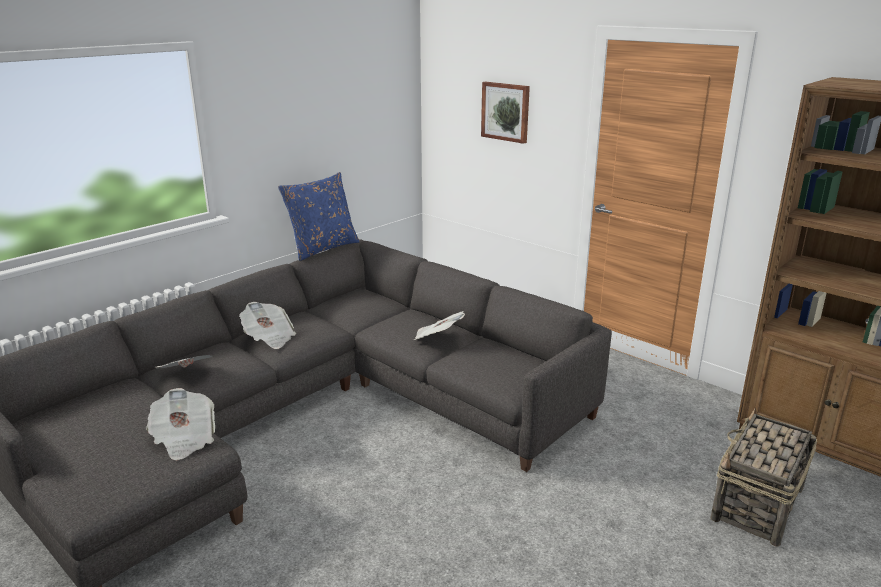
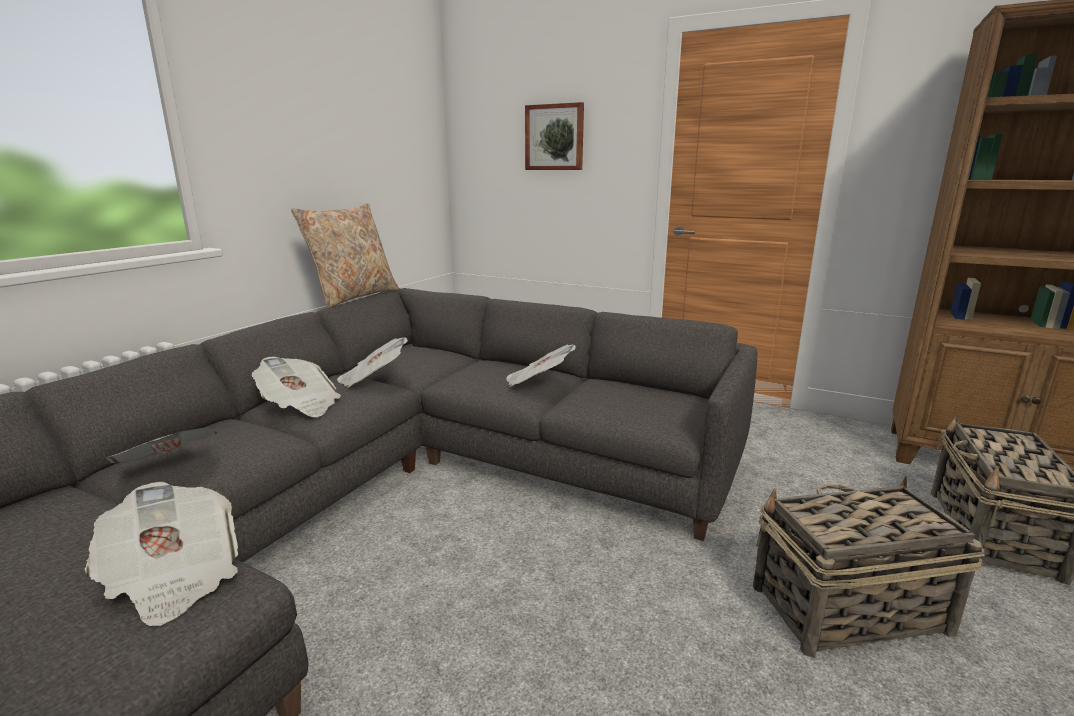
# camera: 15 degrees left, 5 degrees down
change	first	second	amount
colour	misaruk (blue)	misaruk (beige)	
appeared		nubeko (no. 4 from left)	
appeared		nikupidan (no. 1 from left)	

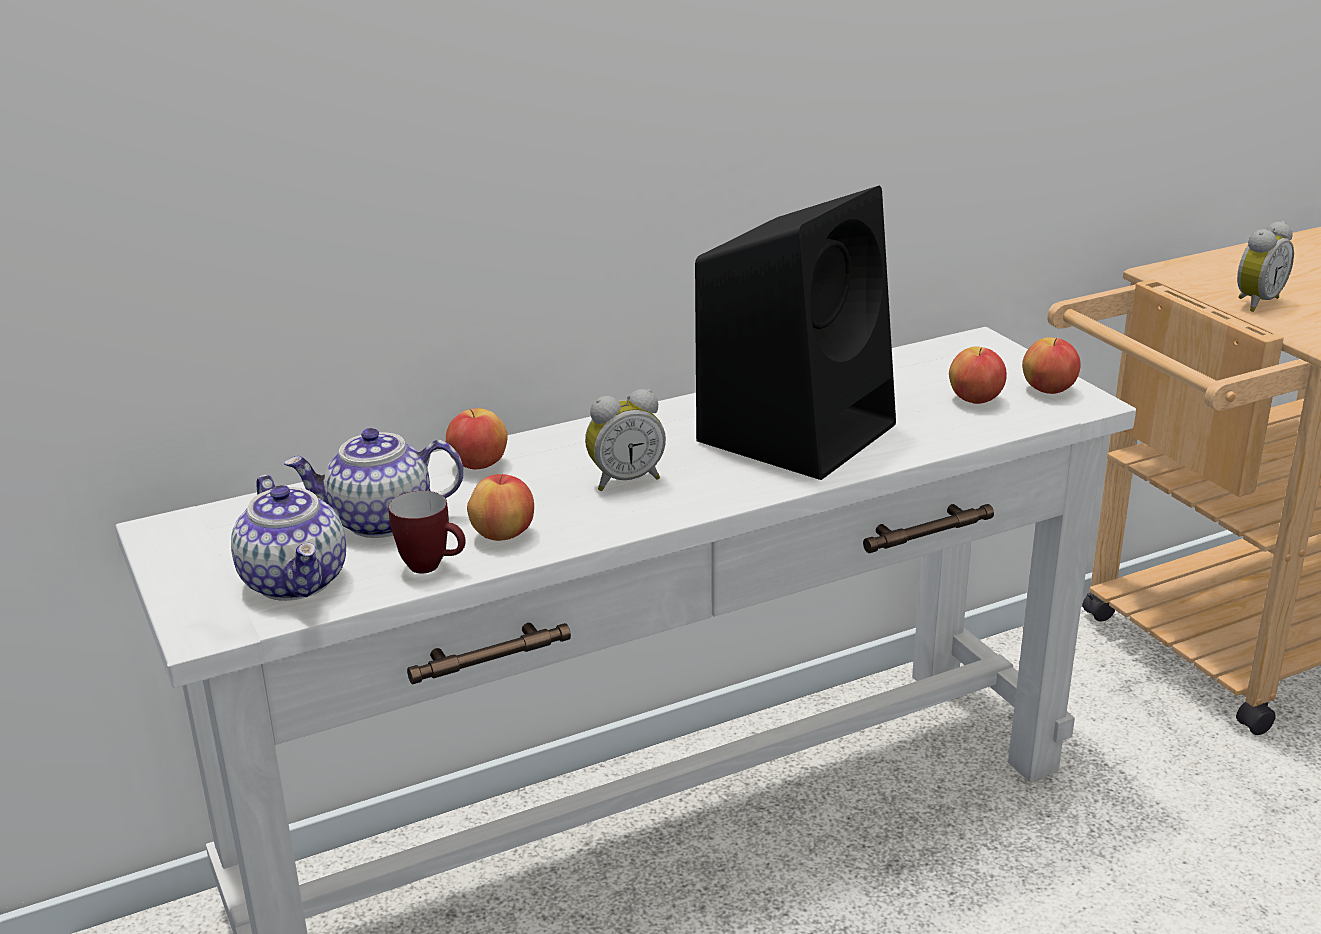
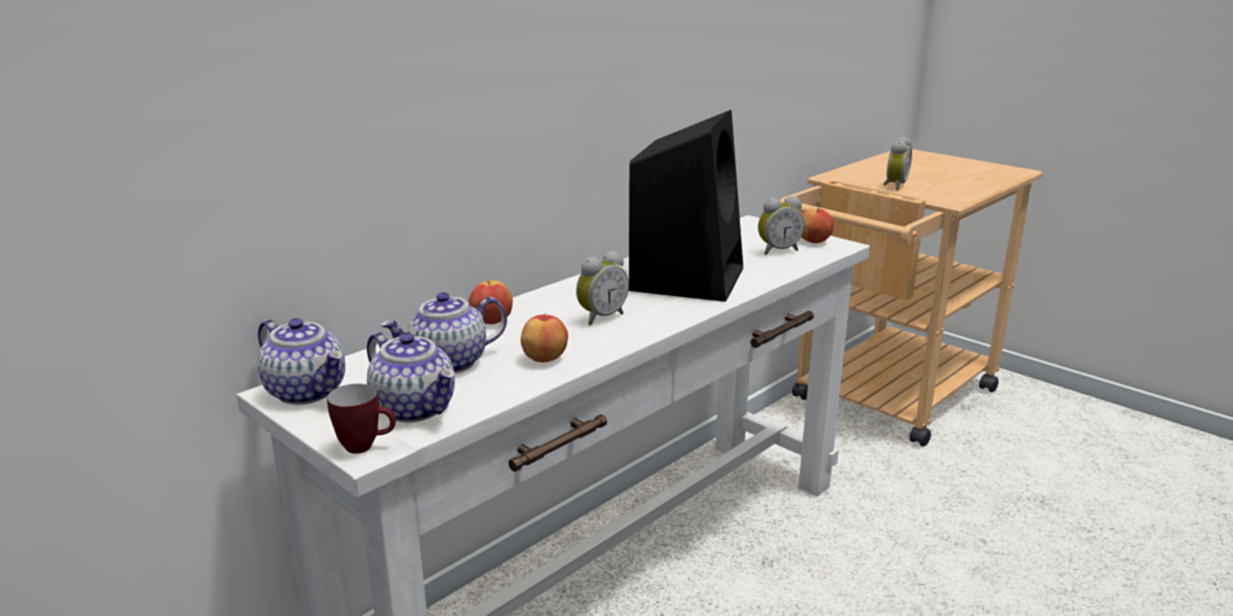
# camera: 20 degrees left, 5 degrees down
change	first	second	amount
relocated	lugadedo		
exchanged	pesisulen (no. 3 from left)	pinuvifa (no. 2 from left)	
appeared		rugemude (no. 1 from left)	

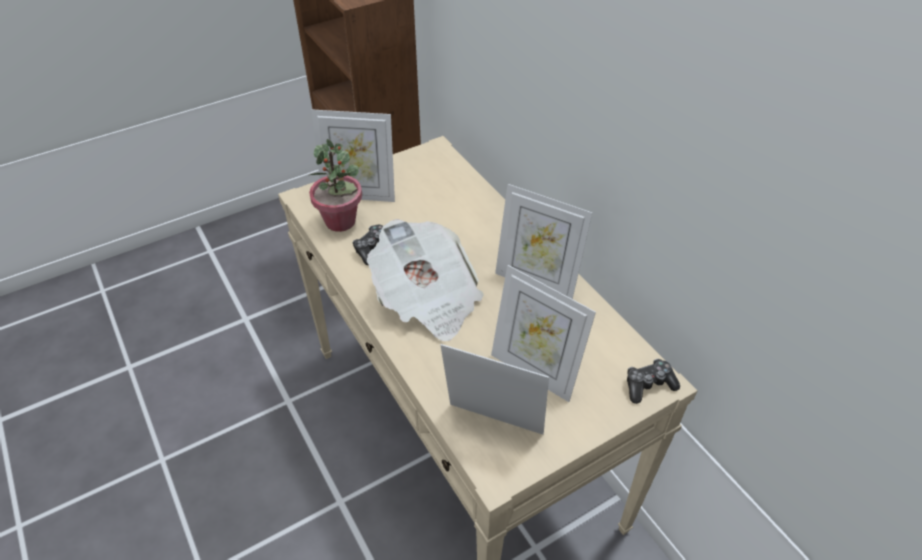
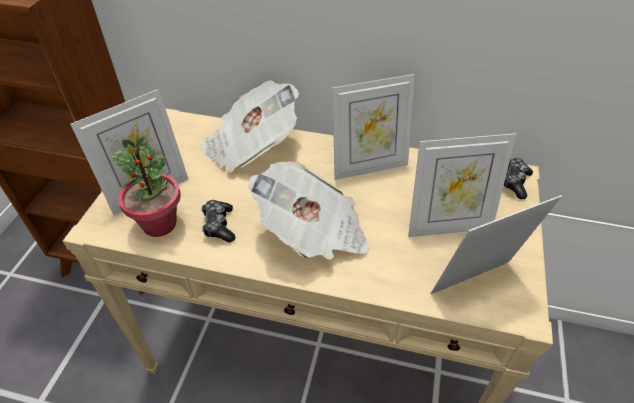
# camera: 45 degrees left, 0 degrees up
change	first	second	amount
appeared		nubeko (no. 1 from left)	

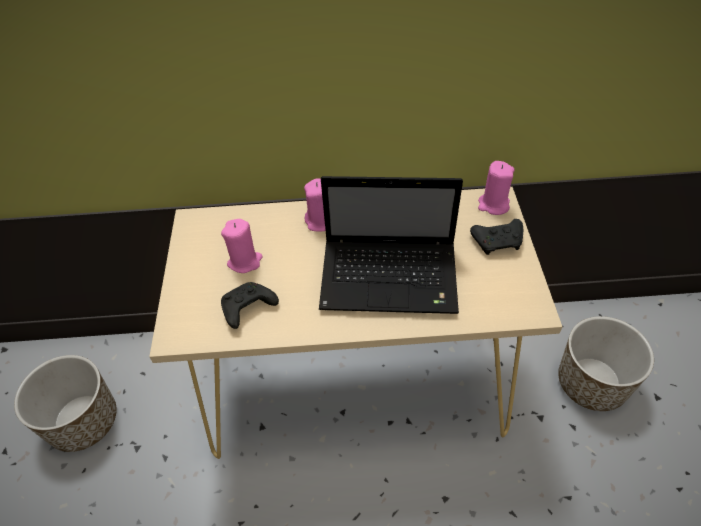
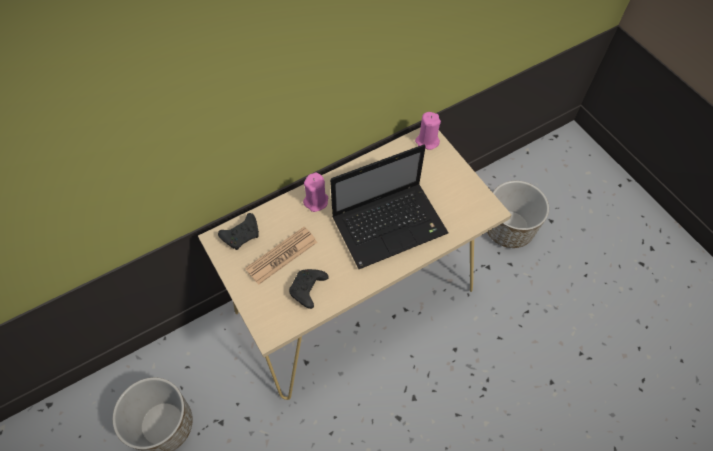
# camera: 30 degrees left, 10 degrees up
change	first	second	amount
exchanged	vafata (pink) (no. 1 from left)	nubeko	
relocated	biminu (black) (no. 2 from left in the first image)	biminu (black) (no. 1 from left)	

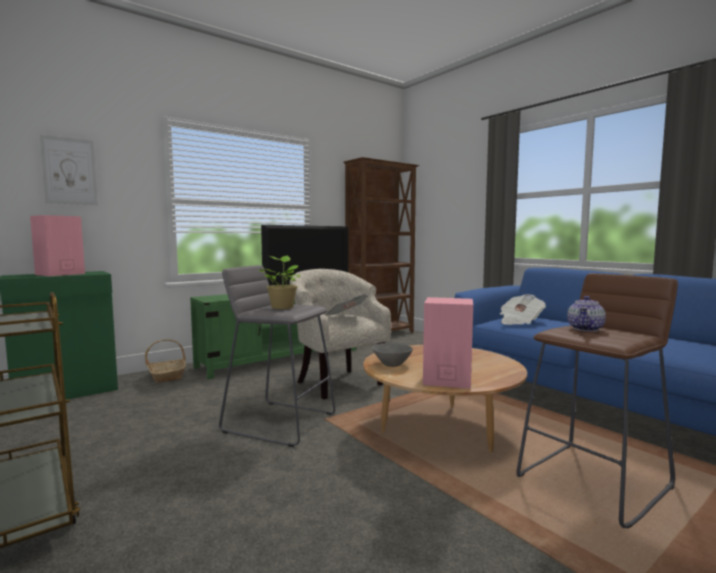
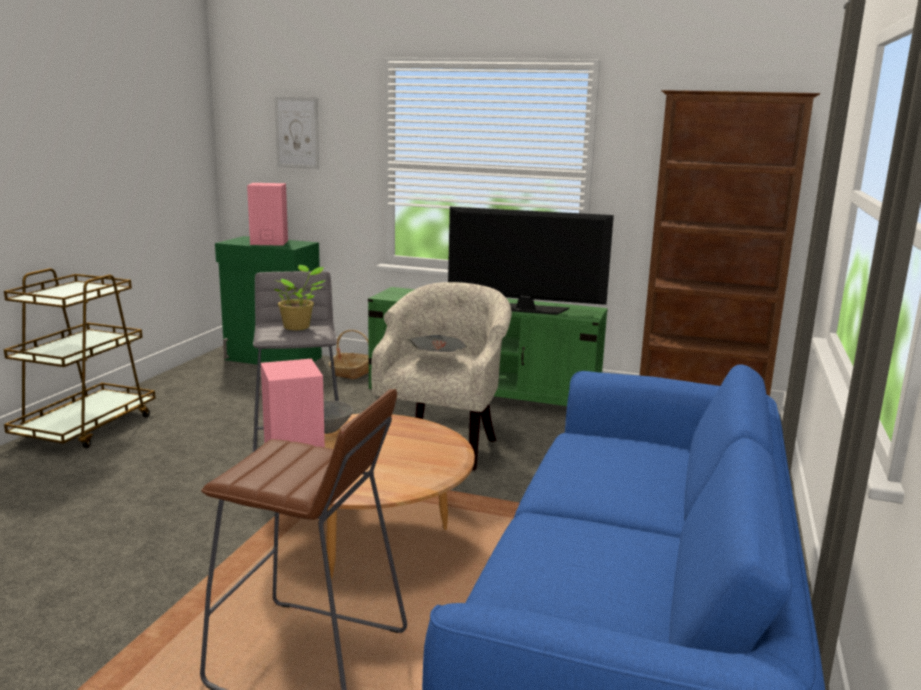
# camera: 55 degrees right, 10 degrees up
change	first	second	amount
missing	nubeko (no. 2 from left)		
missing	rugemude		

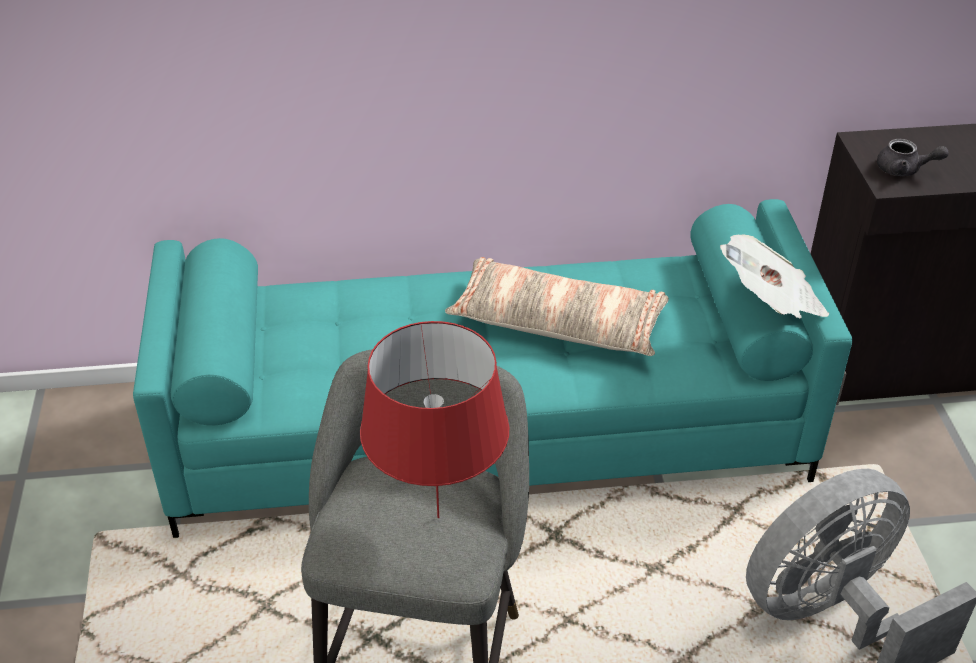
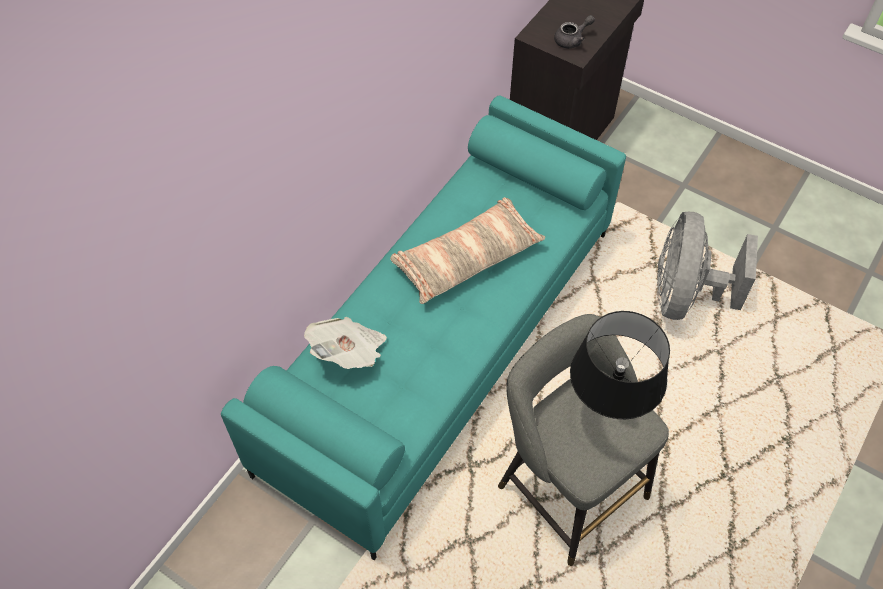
# camera: 50 degrees left, 15 degrees up
change	first	second	amount
colour	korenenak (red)	korenenak (black)	
relocated	nubeko		

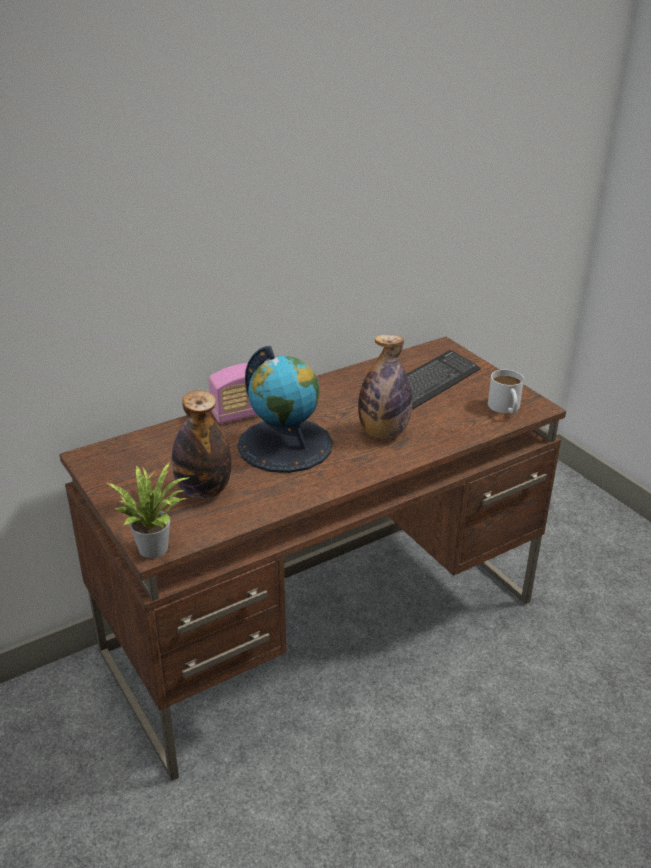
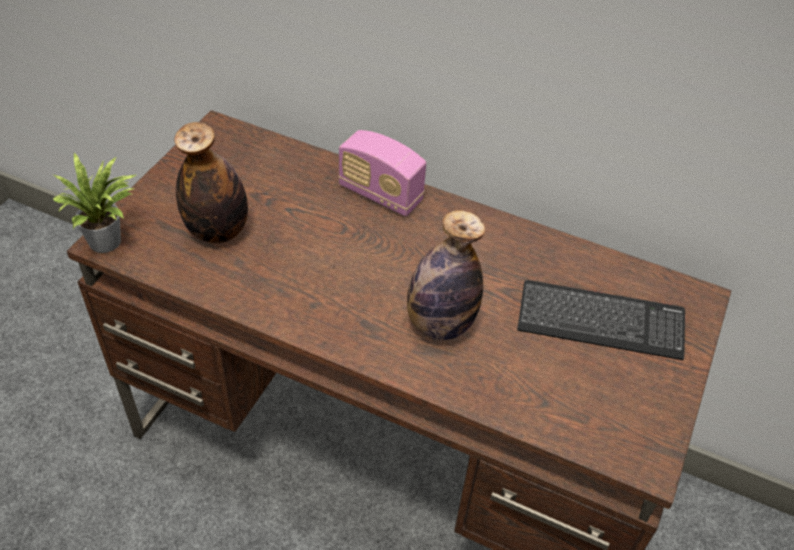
# camera: 55 degrees right, 15 degrees up
change	first	second	amount
missing	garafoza		
missing	lugadedo (white)		

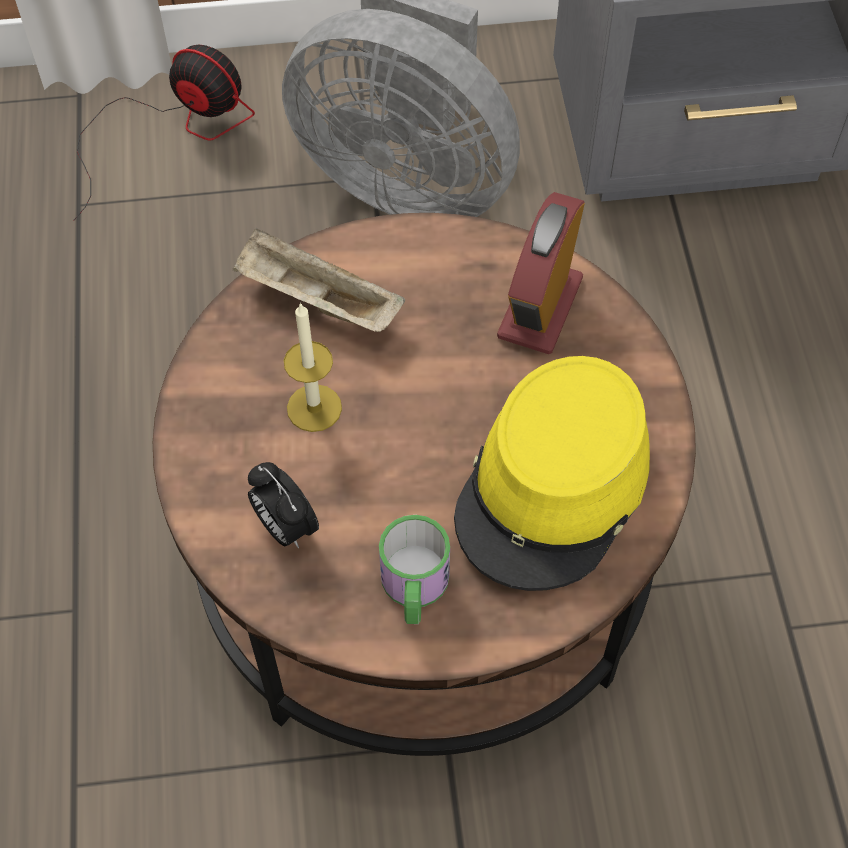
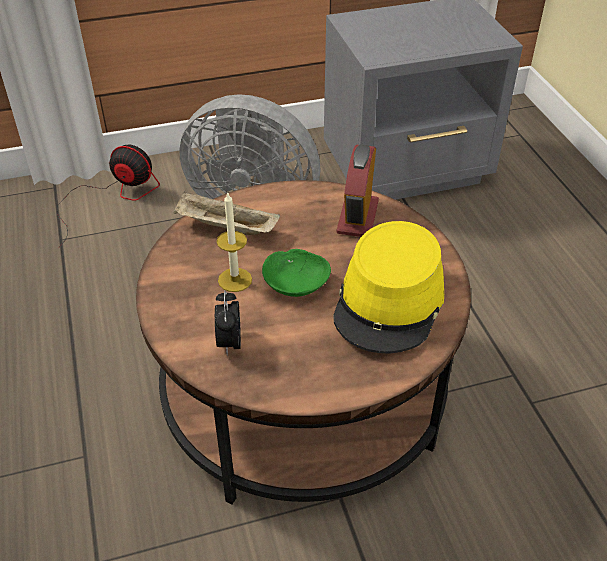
# camera: 10 degrees left, 15 degrees down
change	first	second	amount
spun	pinuvifa (no. 1 from left)		45 degrees clockwise
missing	lugadedo		
appeared		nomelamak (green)	

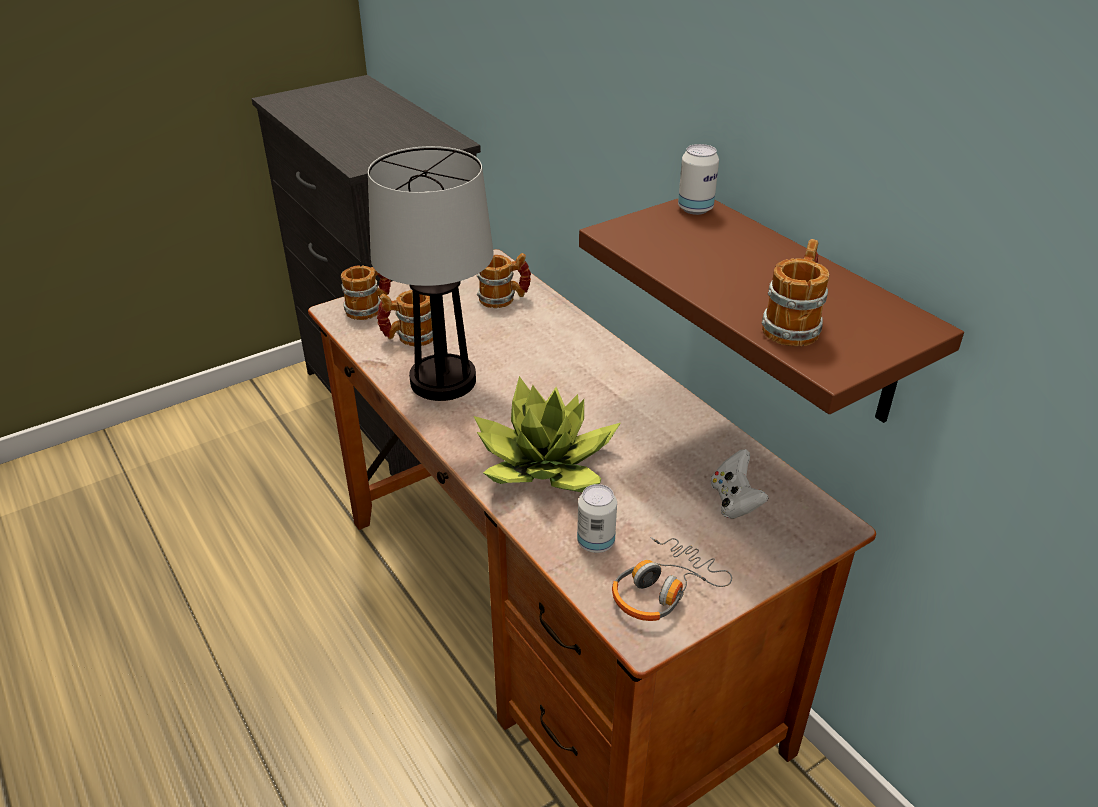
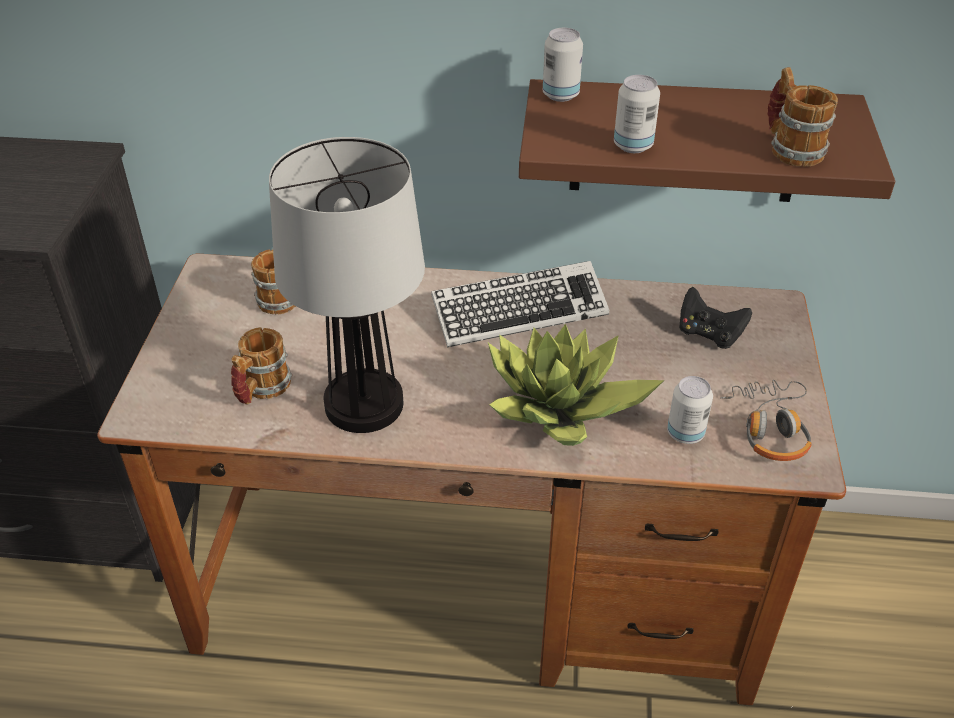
# camera: 50 degrees left, 5 degrees up
change	first	second	amount
missing	lugadedo (no. 1 from left)		
colour	biminu (white)	biminu (black)	
appeared		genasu	
appeared		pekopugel (no. 2 from left)	

